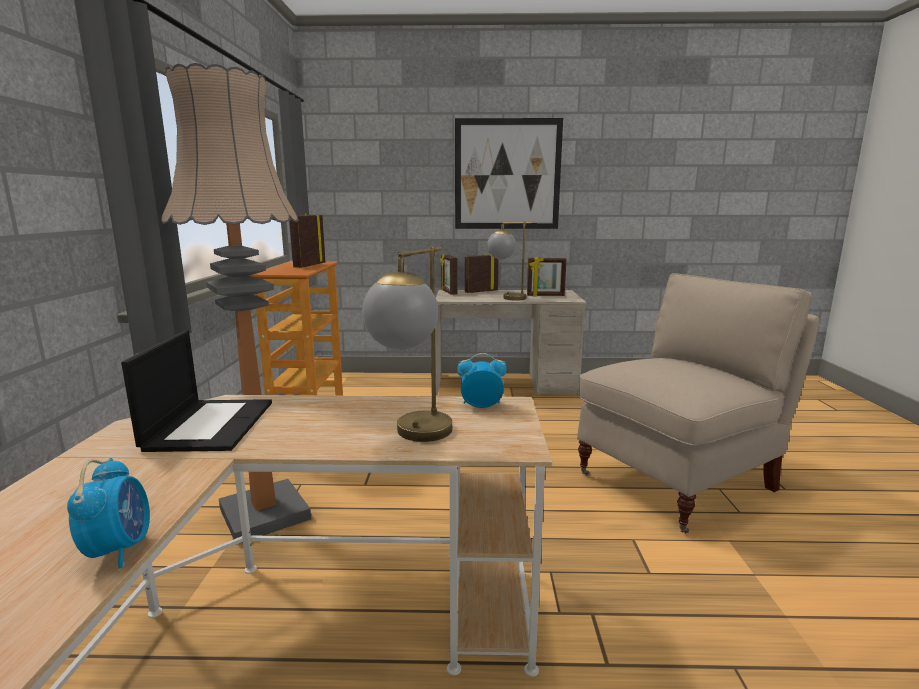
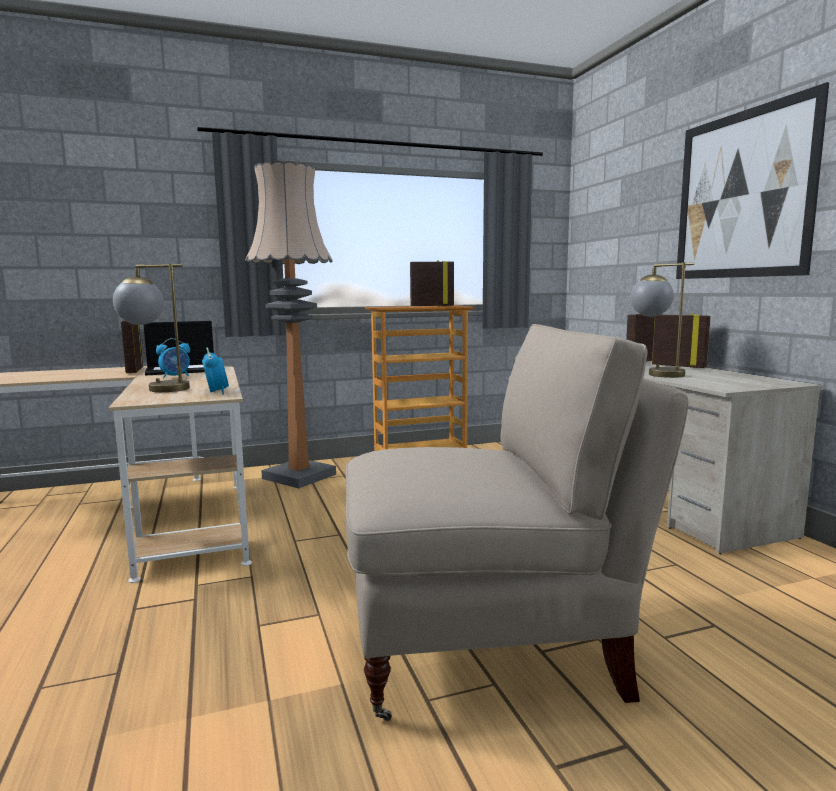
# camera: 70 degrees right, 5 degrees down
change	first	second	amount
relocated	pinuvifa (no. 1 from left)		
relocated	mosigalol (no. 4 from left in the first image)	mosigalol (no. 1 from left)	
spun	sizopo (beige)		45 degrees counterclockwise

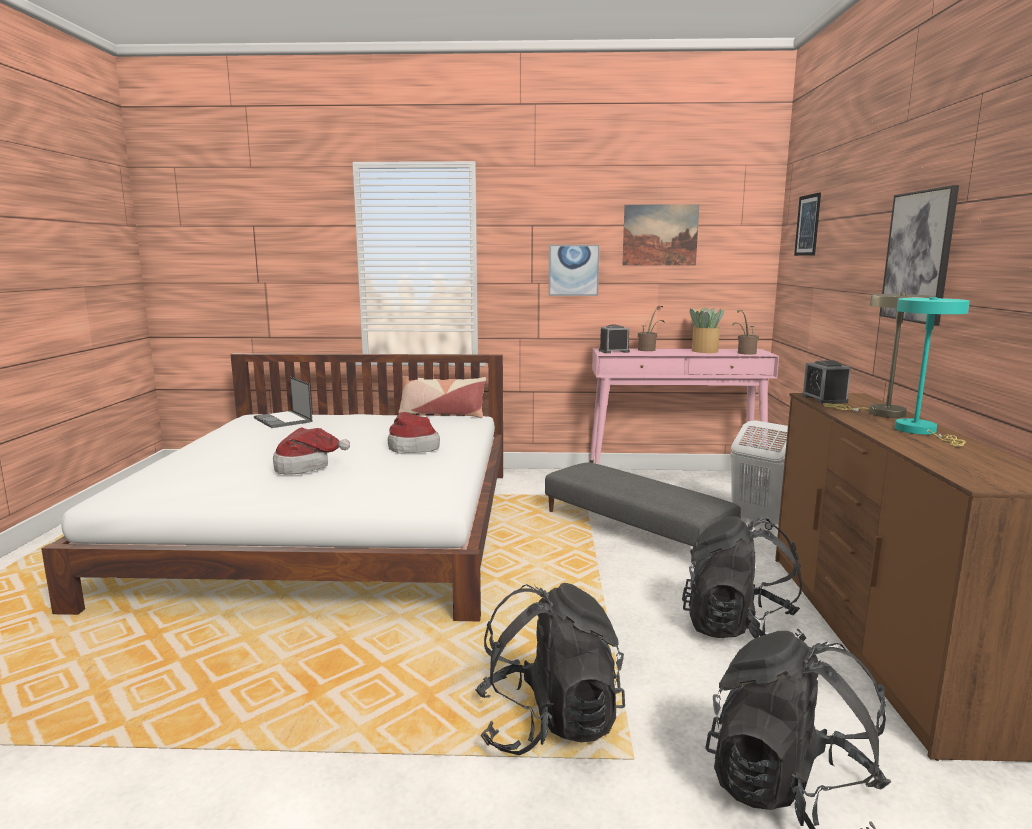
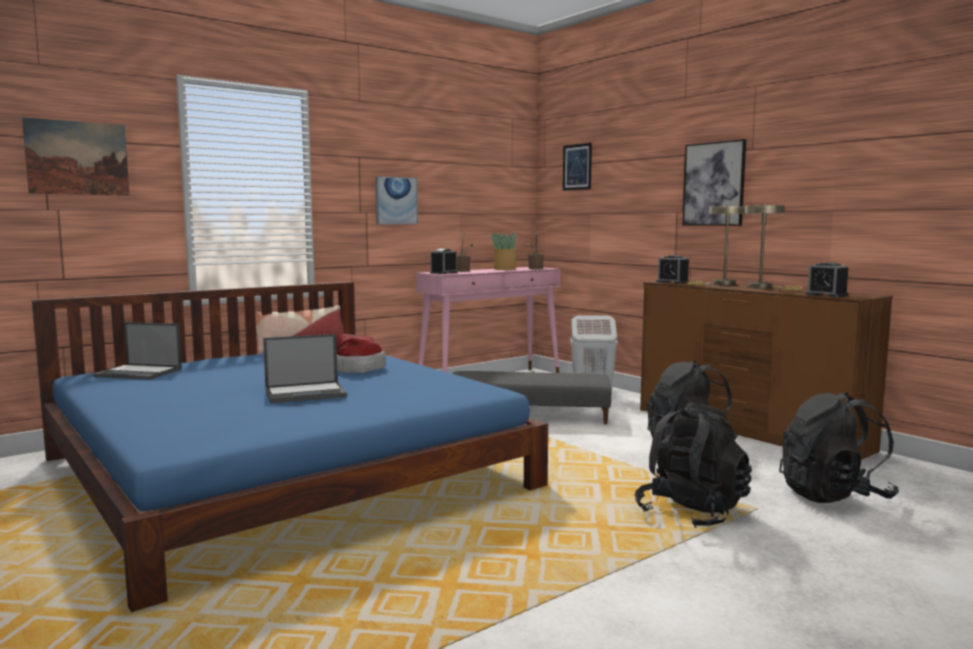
# camera: 40 degrees left, 5 degrees down
change	first	second	amount
colour	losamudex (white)	losamudex (blue)	
exchanged	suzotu (no. 1 from left)	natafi (no. 2 from left)	
relocated	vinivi (no. 2 from left in the first image)	vinivi (no. 1 from left)	
colour	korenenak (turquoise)	korenenak (beige) (no. 2 from left)	
appeared		pinuvifa (no. 3 from left)	

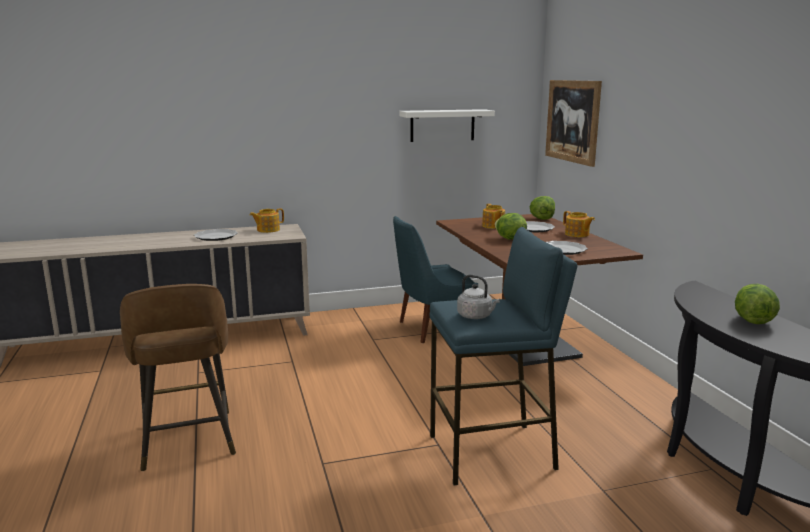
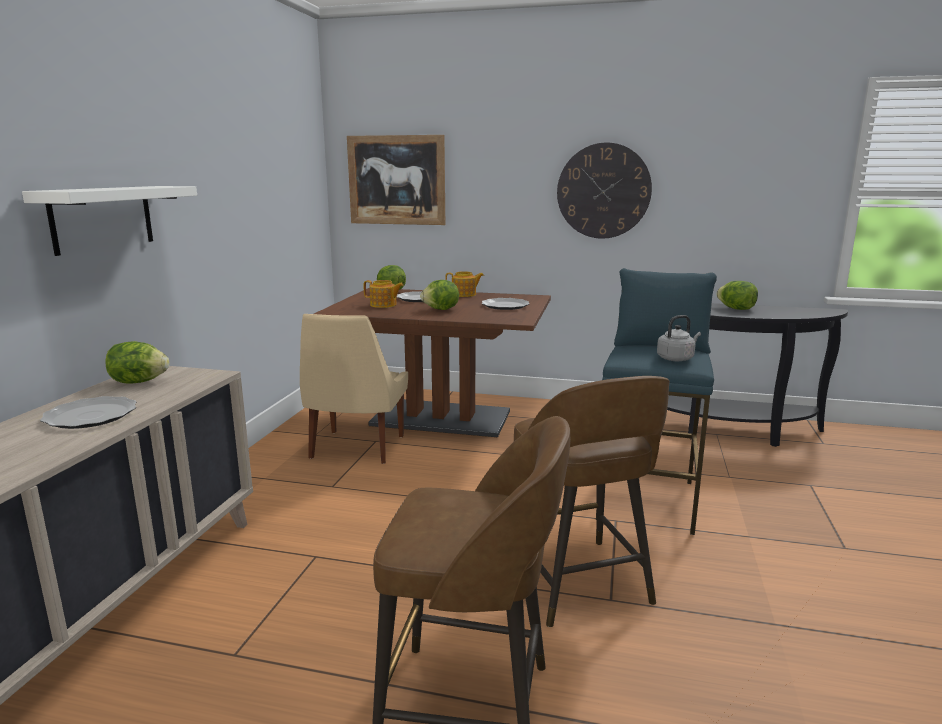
# camera: 60 degrees left, 0 degrees up
change	first	second	amount
exchanged	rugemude (no. 1 from left)	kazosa (no. 1 from left)	
colour	sizopo (blue)	sizopo (beige)	
relocated	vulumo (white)		
appeared		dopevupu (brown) (no. 2 from left)	
appeared		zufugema	

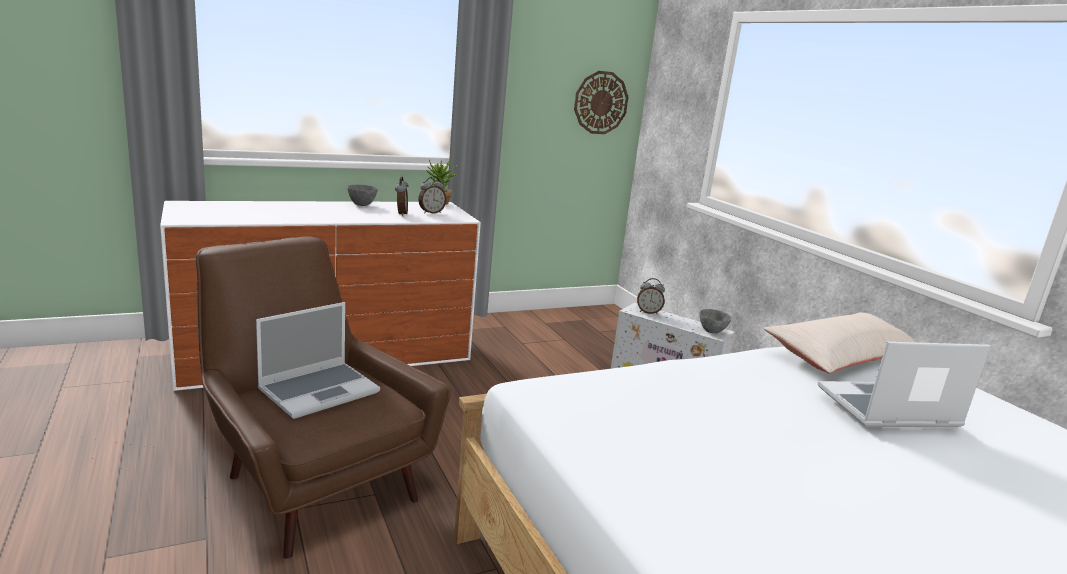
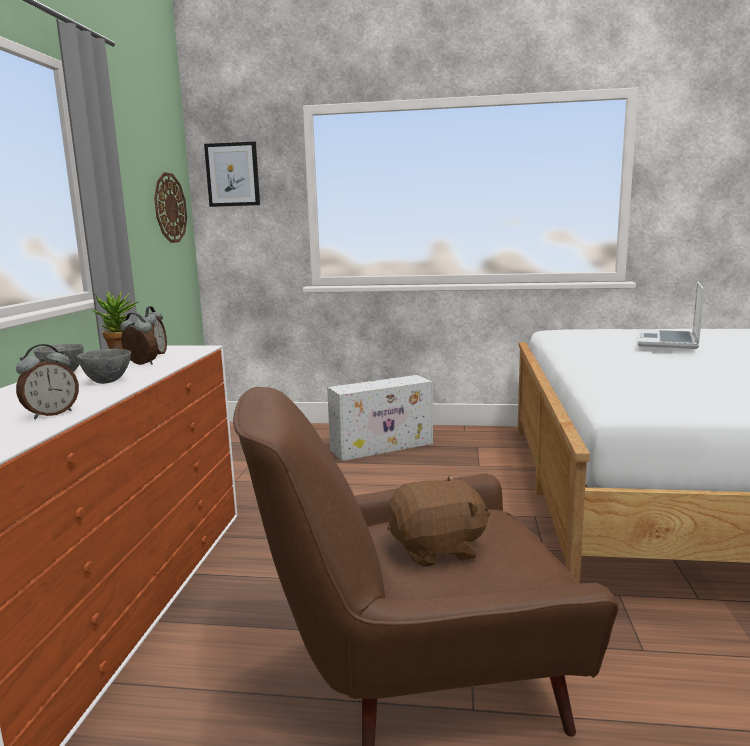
# camera: 55 degrees left, 5 degrees down
change	first	second	amount
exchanged	natafi (no. 1 from left)	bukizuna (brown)	
relocated	pinuvifa (no. 3 from left in the first image)	pinuvifa (no. 1 from left)	
relocated	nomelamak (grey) (no. 2 from left)		
missing	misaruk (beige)		
appeared		vinivi	

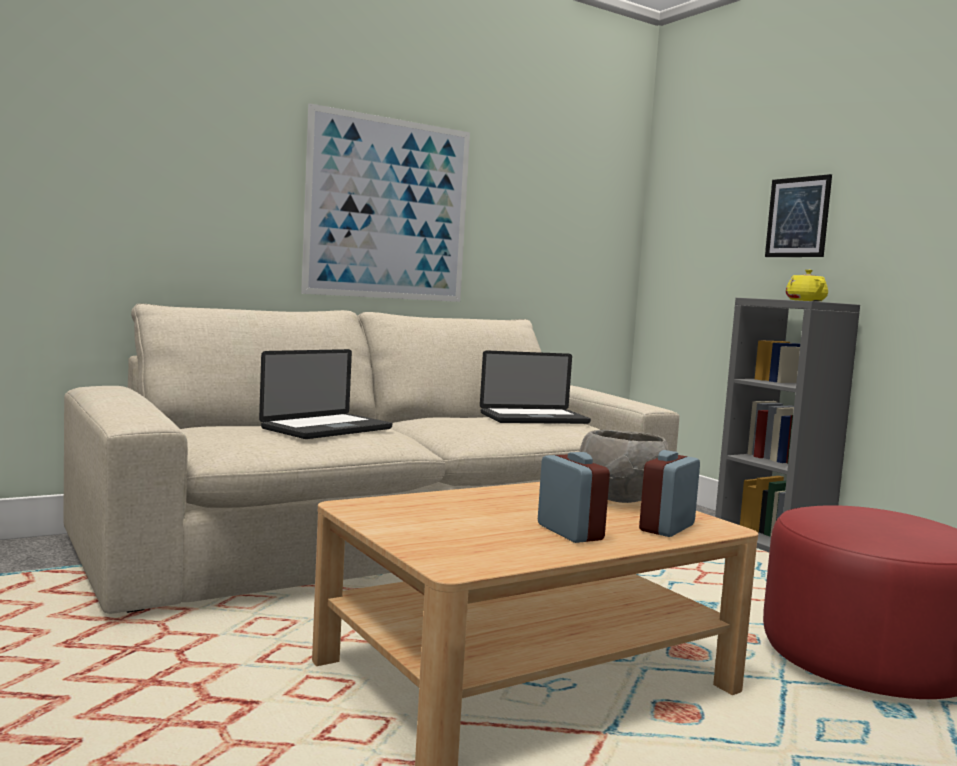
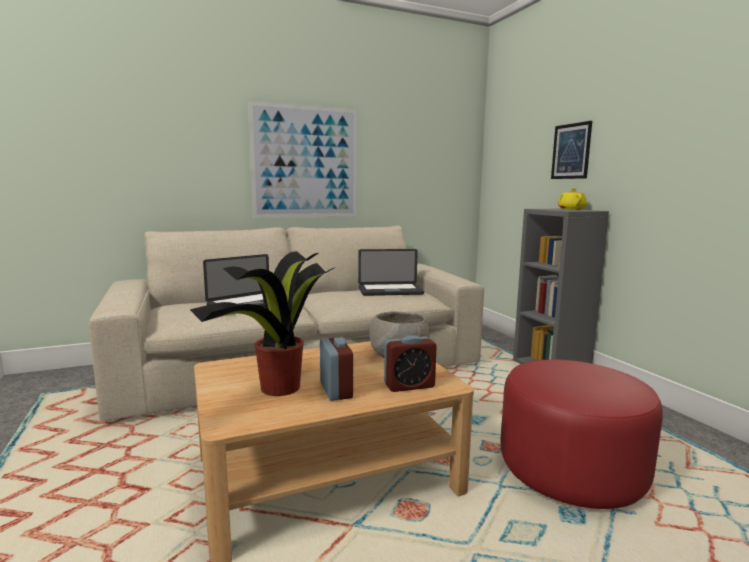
# camera: 10 degrees right, 5 degrees up
change	first	second	amount
spun	pinuvifa (no. 2 from left)		150 degrees counterclockwise
appeared		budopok	

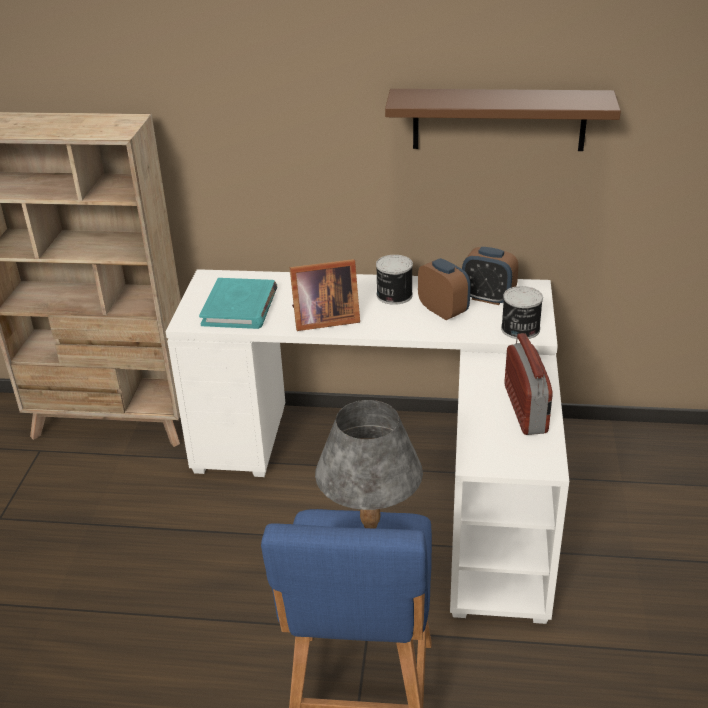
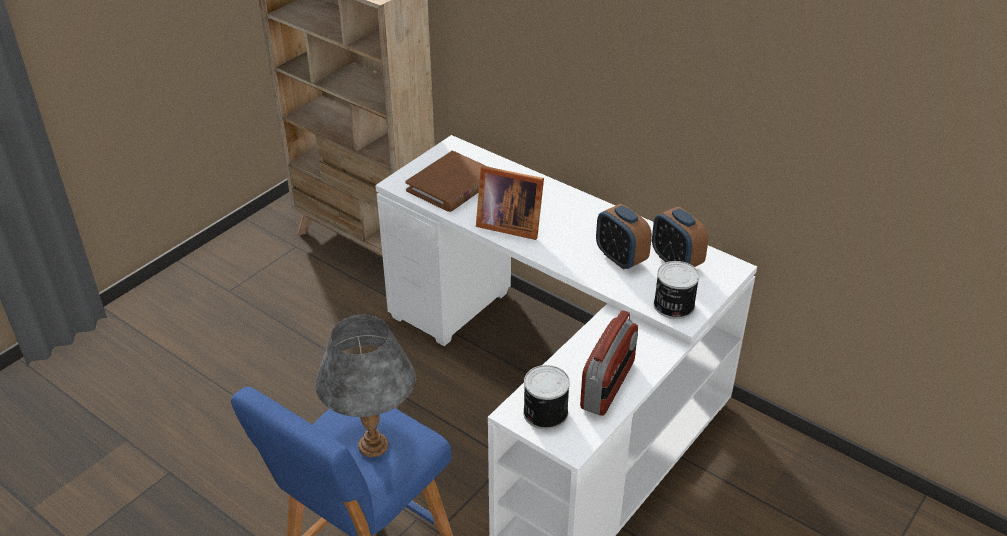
# camera: 30 degrees right, 5 degrees up
change	first	second	amount
colour	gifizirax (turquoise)	gifizirax (brown)	
relocated	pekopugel (no. 1 from left)		
missing	vulumo (brown)		
spun	pinuvifa (no. 1 from left)		150 degrees clockwise

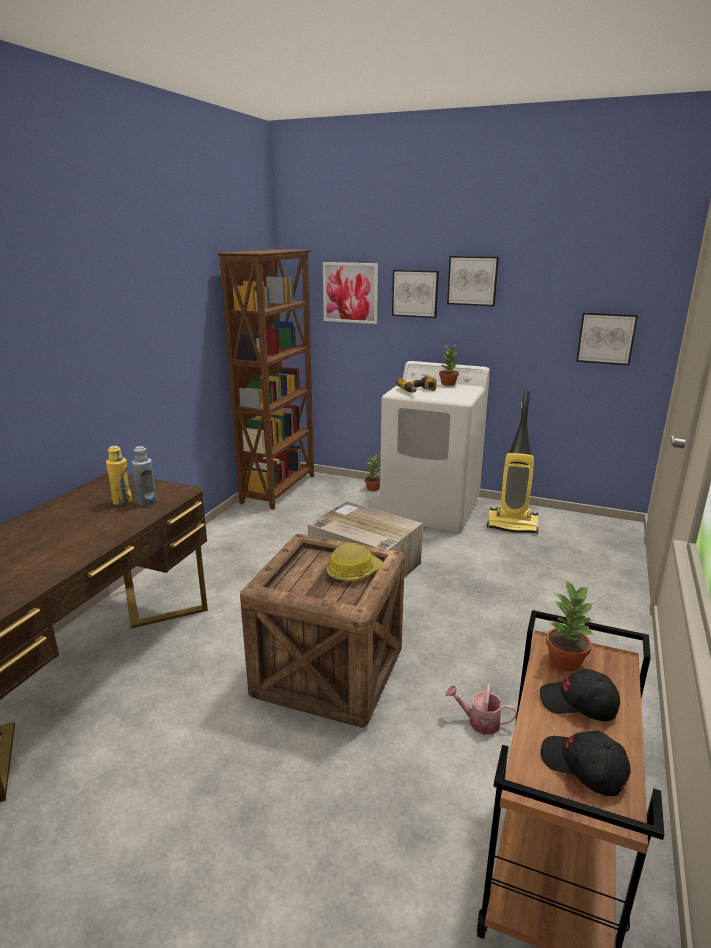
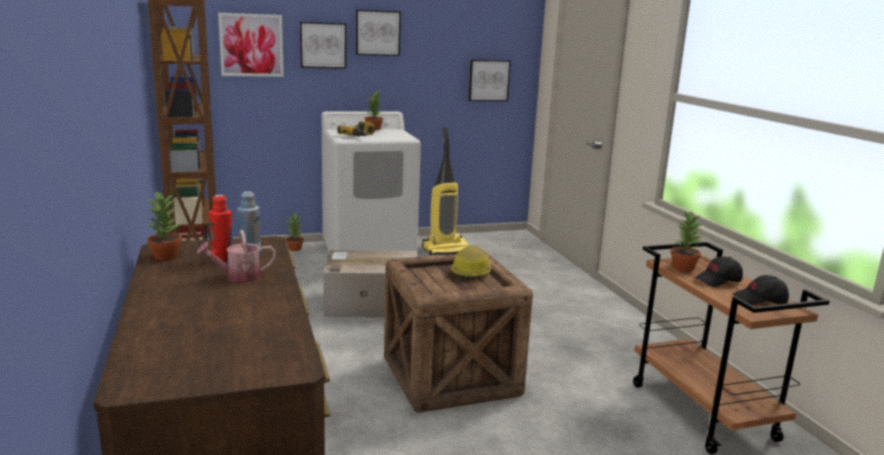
# camera: 40 degrees left, 5 degrees down
change	first	second	amount
colour	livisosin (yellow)	livisosin (red)	
relocated	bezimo		
appeared		budopok (no. 1 from left)	

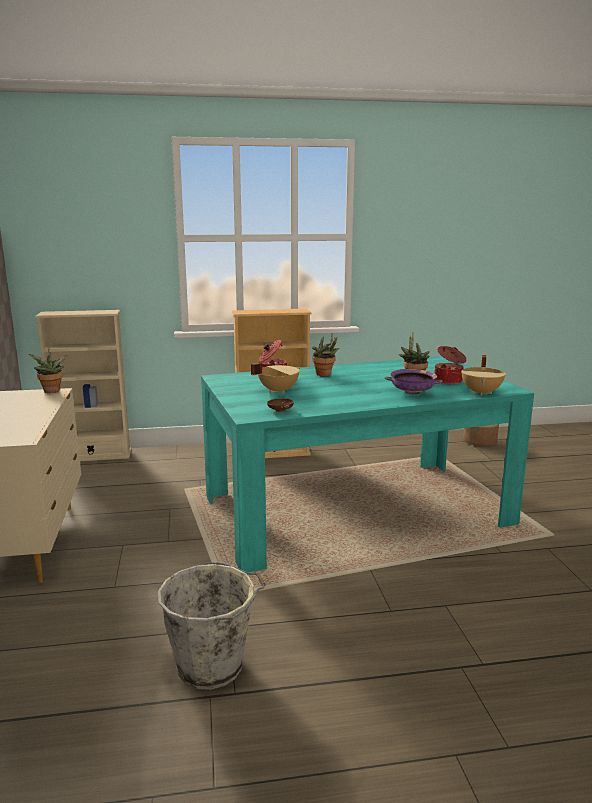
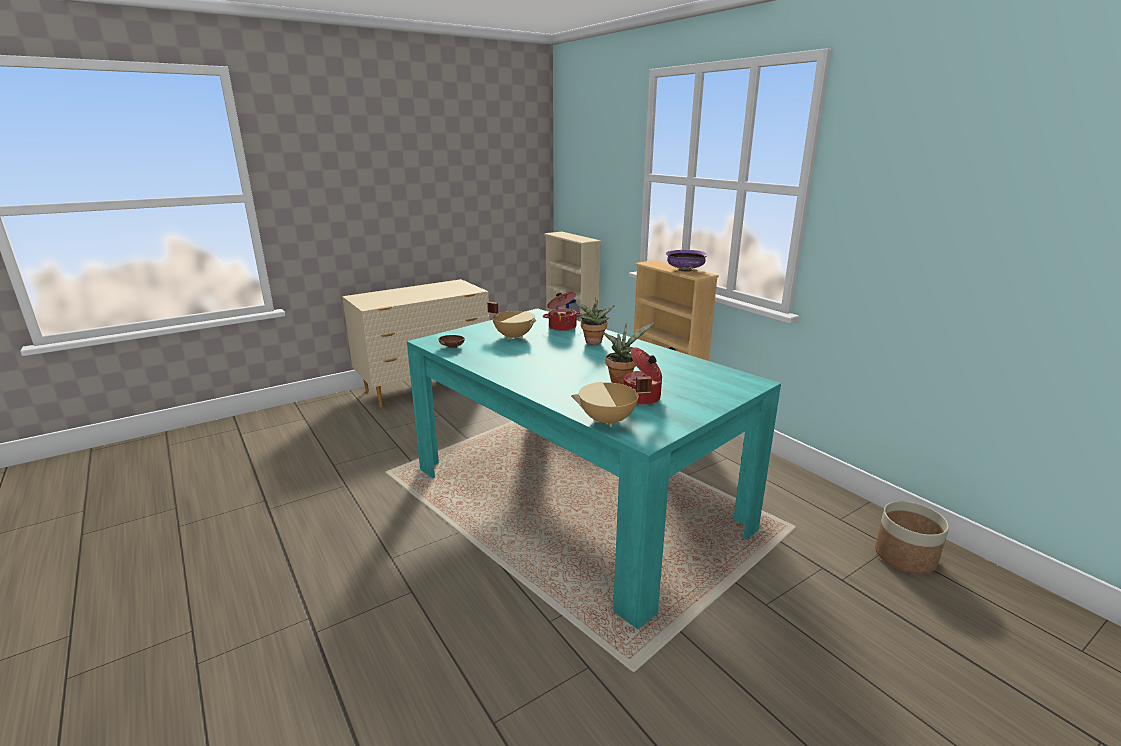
# camera: 65 degrees right, 5 degrees up
change	first	second	amount
missing	budopok (no. 1 from left)		
missing	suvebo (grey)		
relocated	nomelamak (purple)		

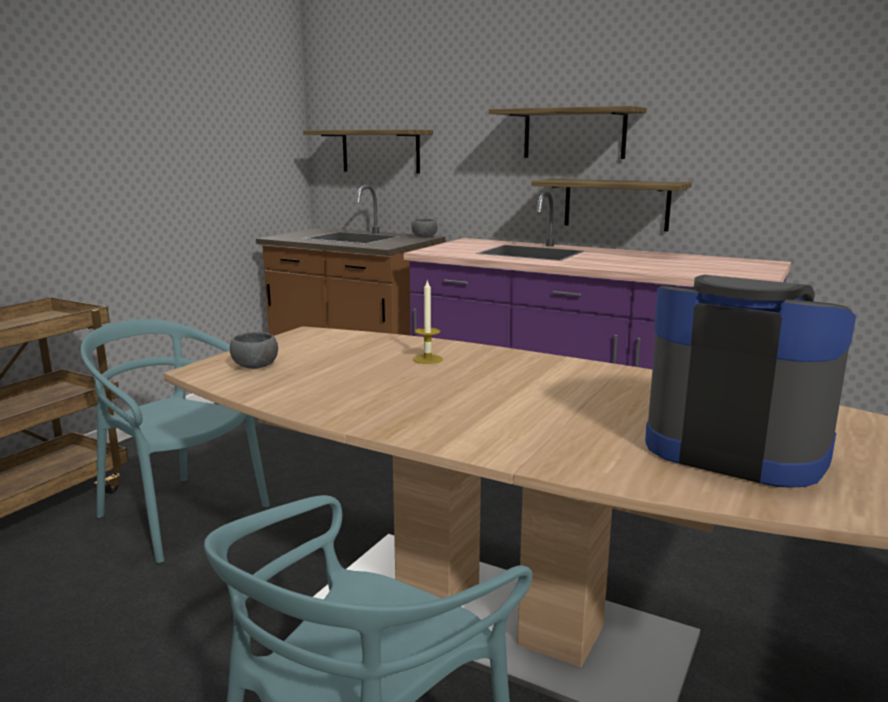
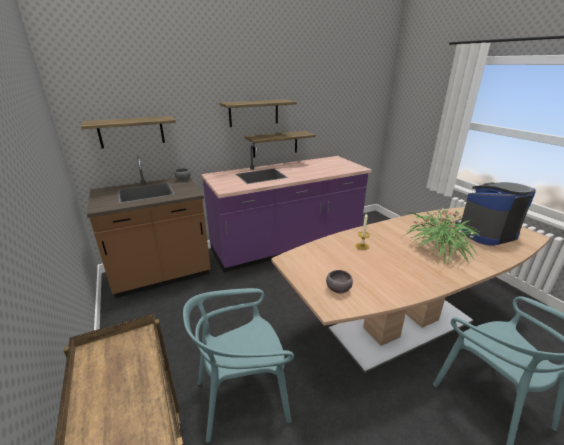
# camera: 55 degrees left, 10 degrees up
change	first	second	amount
appeared		budopok	

